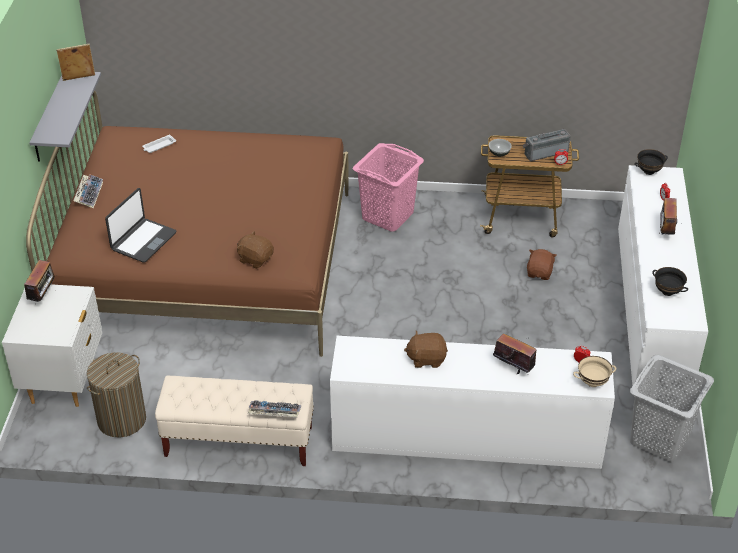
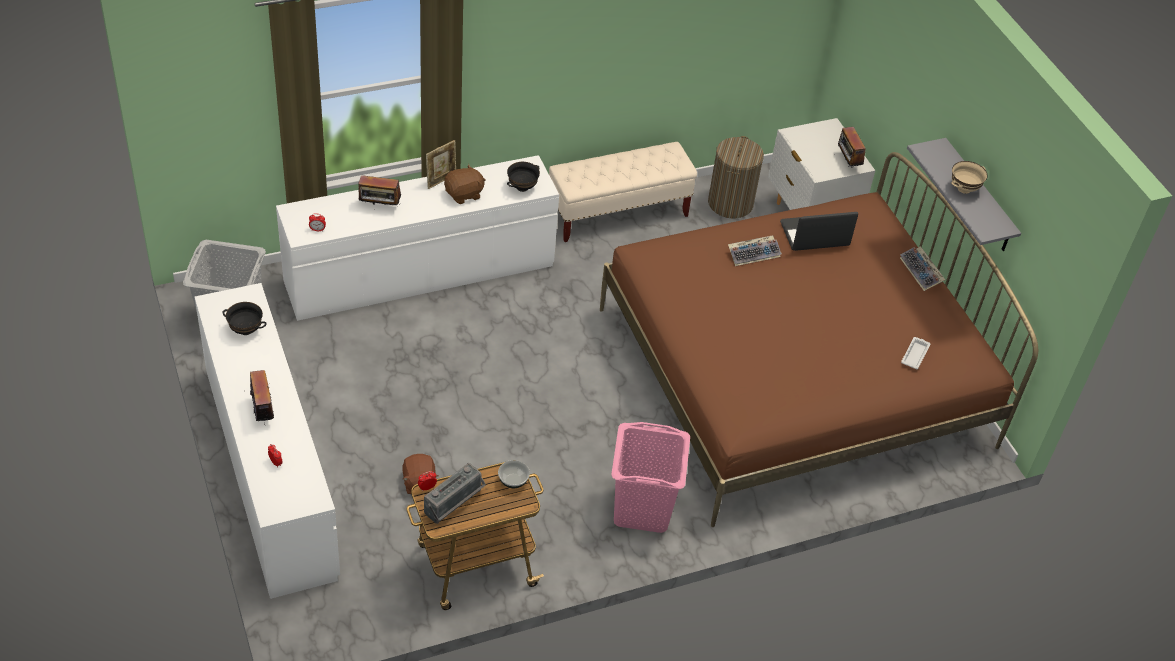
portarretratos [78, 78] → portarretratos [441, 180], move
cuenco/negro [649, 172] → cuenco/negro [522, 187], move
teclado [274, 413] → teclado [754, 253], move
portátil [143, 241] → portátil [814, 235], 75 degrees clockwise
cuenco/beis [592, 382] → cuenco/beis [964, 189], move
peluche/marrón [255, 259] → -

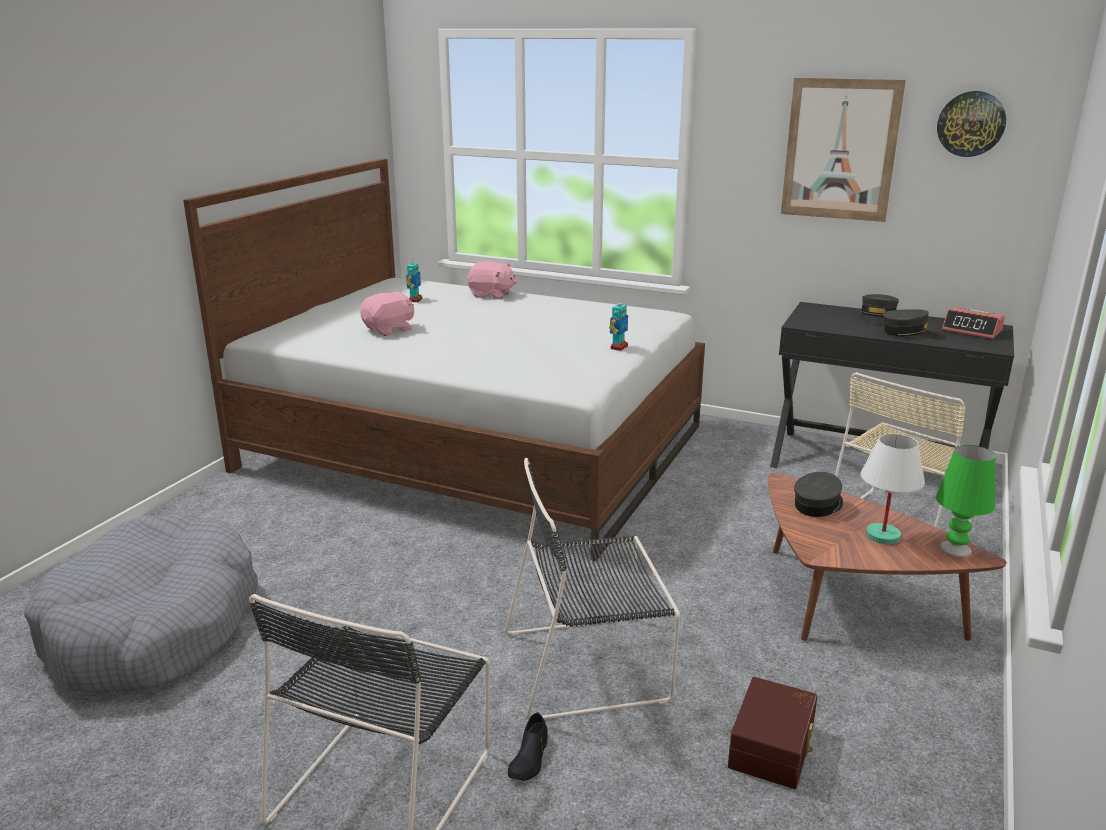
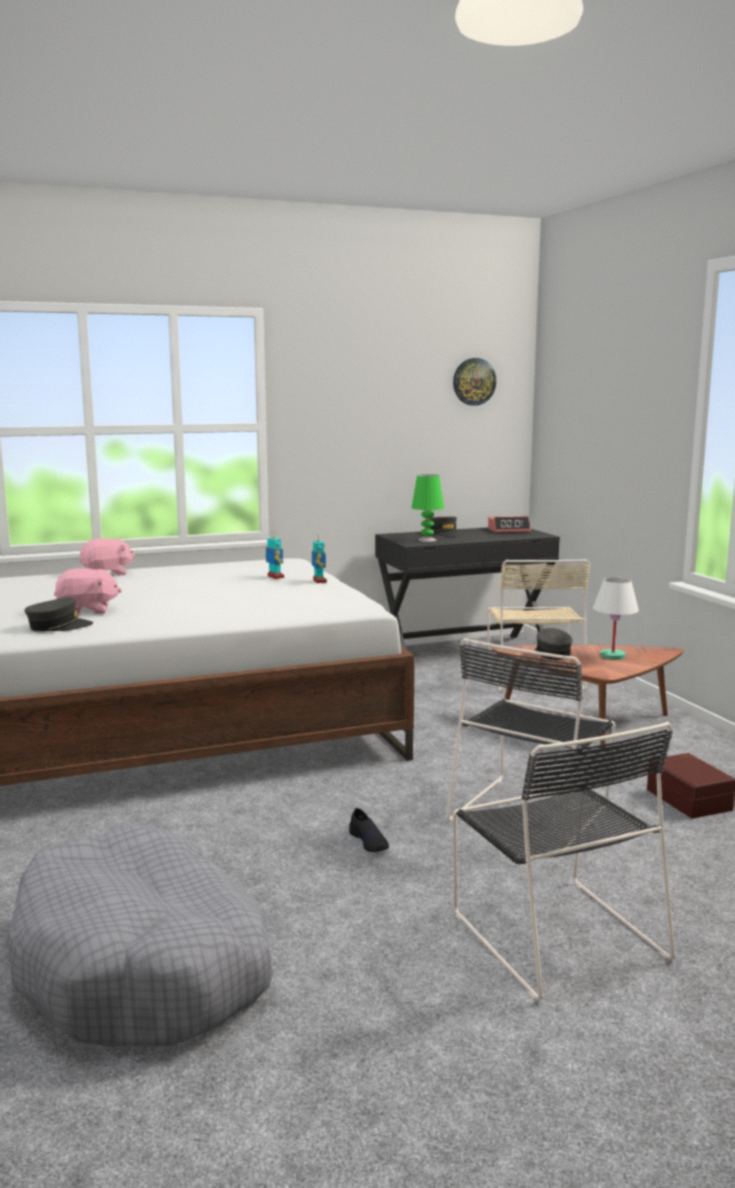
gorra/gris [908, 333] → gorra/gris [58, 626], move
peluche/rosa [389, 330] → peluche/rosa [87, 611], 75 degrees clockwise
robot de juguete [415, 300] → robot de juguete [275, 577], move
zapato/negro [529, 758] → zapato/negro [369, 841], move
lámpara de mesa/verde [955, 549] → lámpara de mesa/verde [427, 540], move
cuadro [840, 150] → -

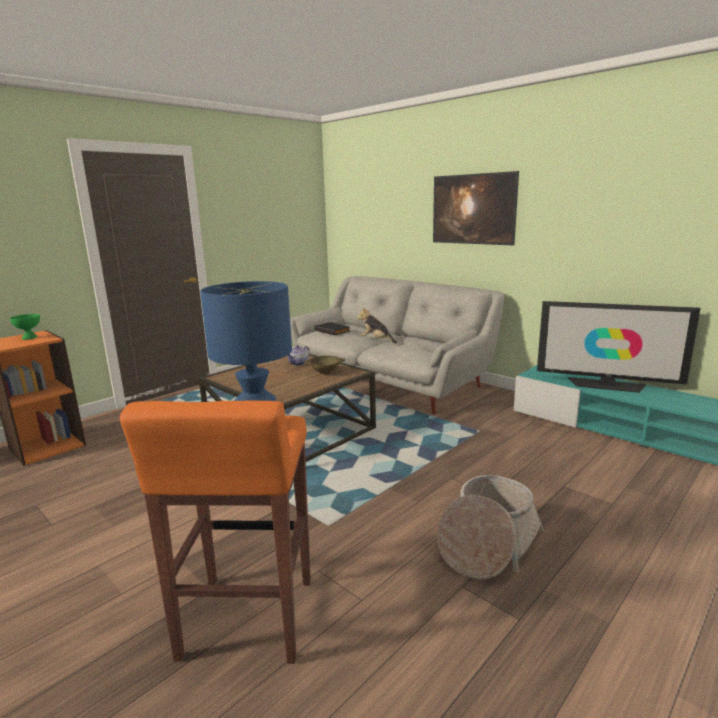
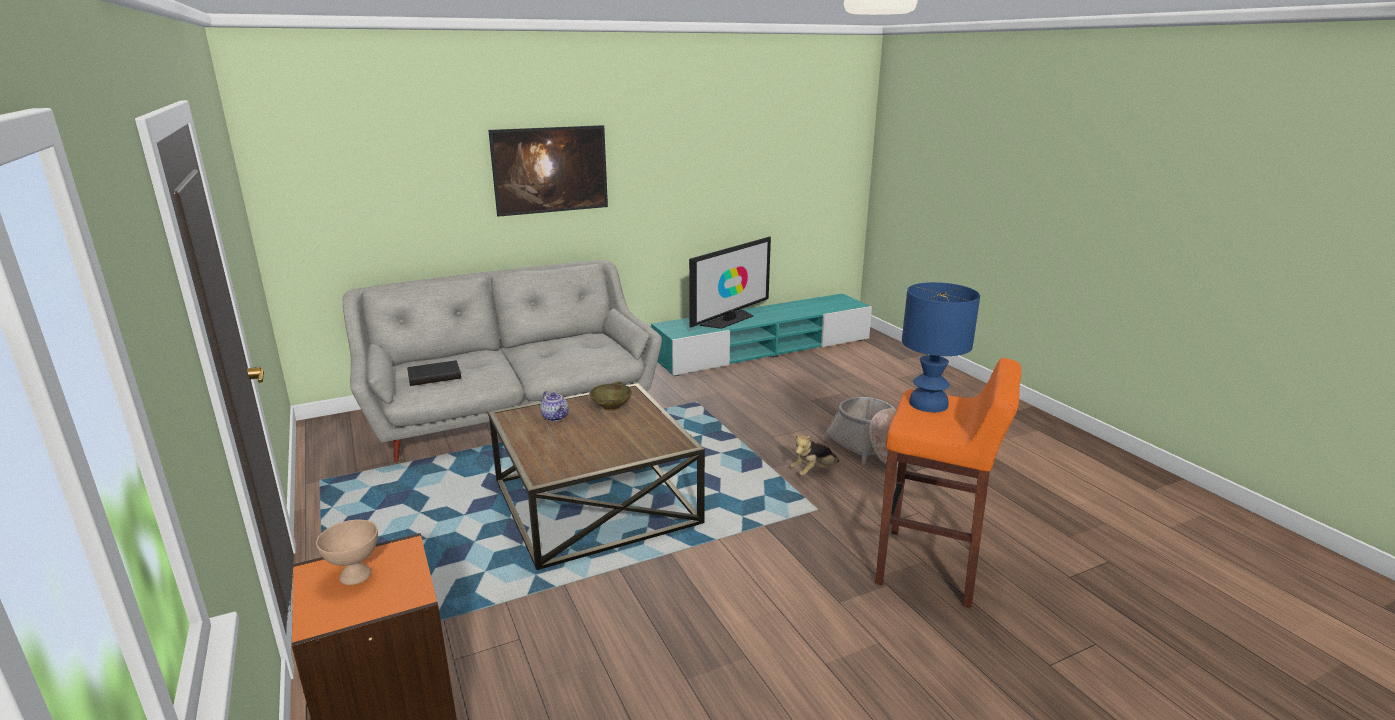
cuenco/verde [29, 337] → cuenco/beis [354, 575]
peluche [377, 340] → peluche [813, 471], move

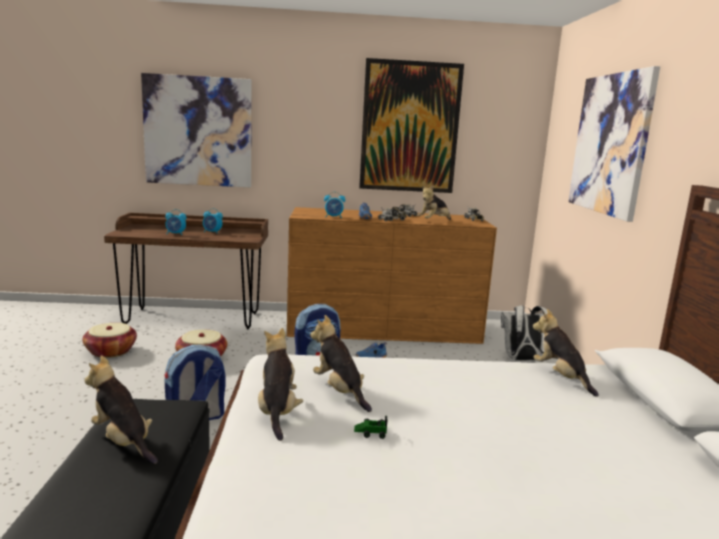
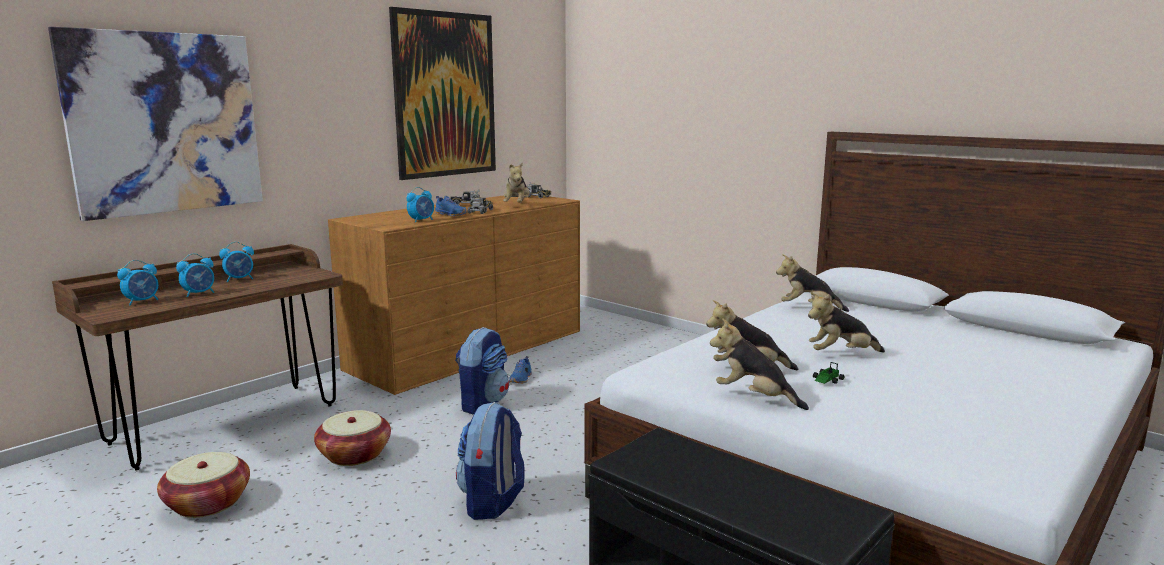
- → despertador [142, 301]
peluche [123, 441] → peluche [841, 354], move
mochila/blanco [521, 359] → -
cuadro [610, 144] → -

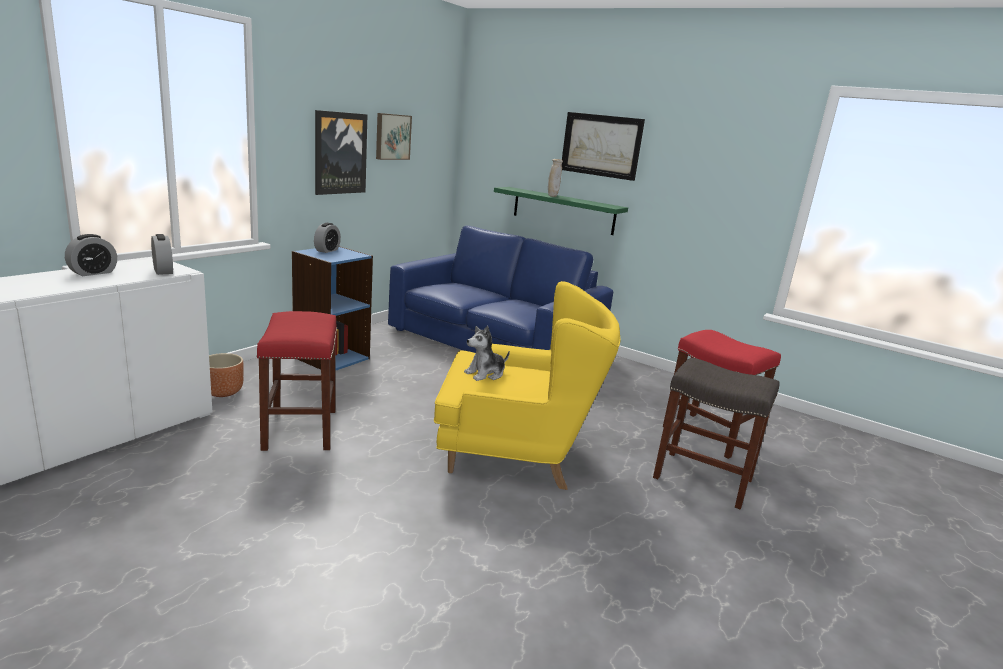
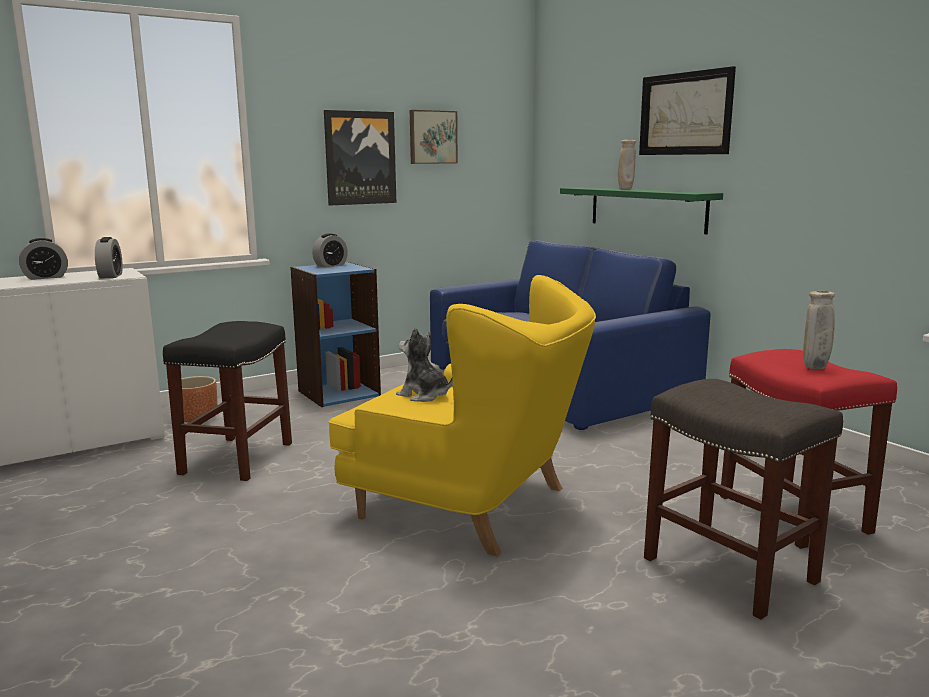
taburete/rojo [300, 428] → taburete/negro [237, 457]
peluche [485, 374] → peluche [424, 395], 45 degrees clockwise
- → florero/beis [815, 368]

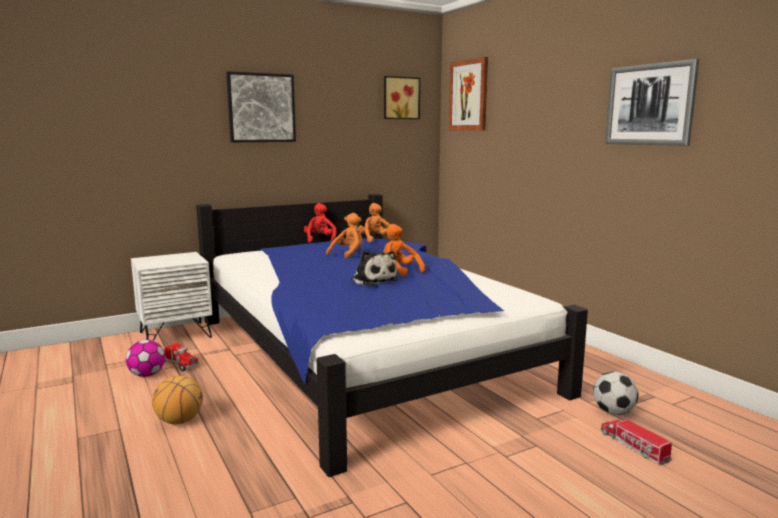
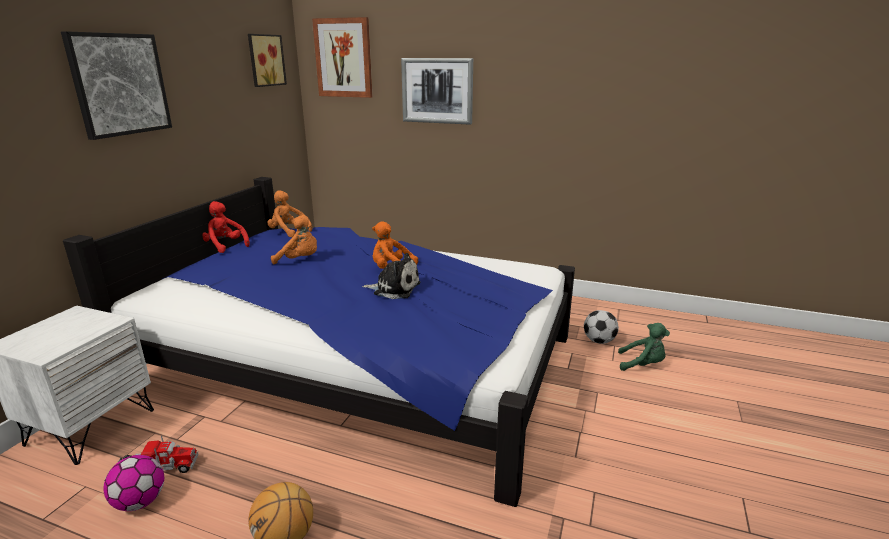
peluche/naranja [348, 255] → peluche/naranja [300, 260], 105 degrees clockwise
cuadro [649, 104] → cuadro [437, 91], move
camión de juguete [633, 447] → peluche/verde [642, 364]

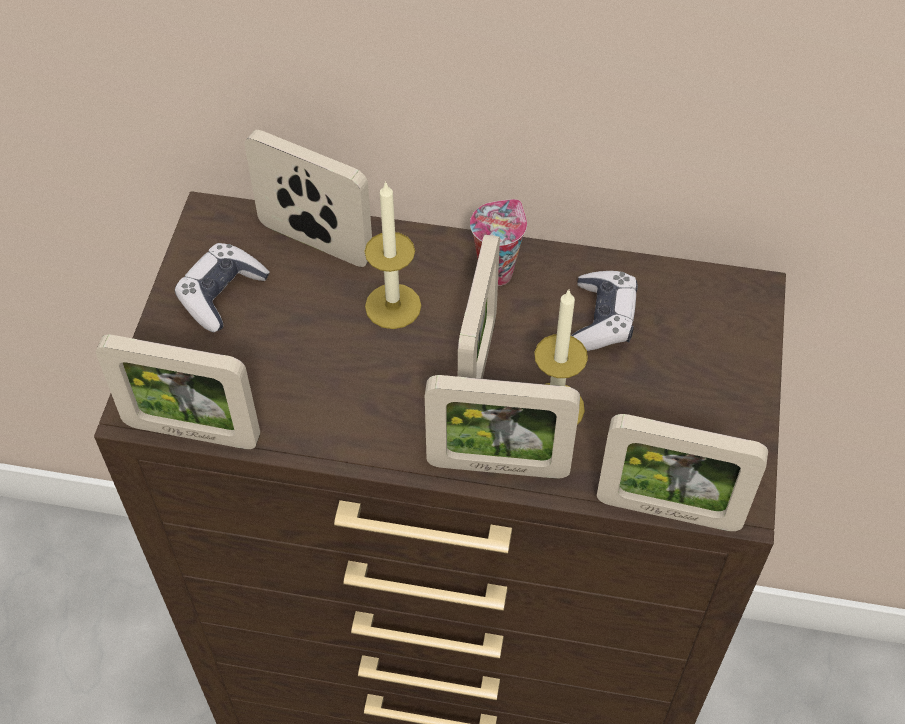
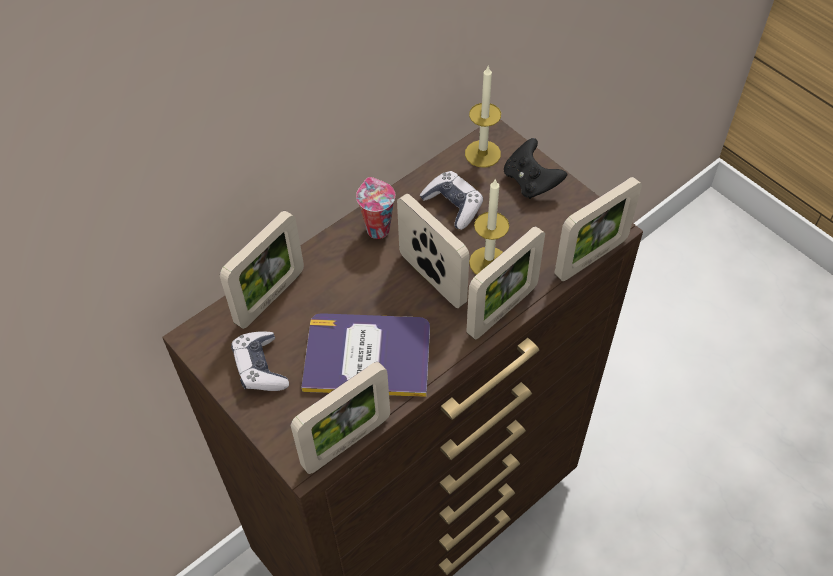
portarretratos [315, 242] → portarretratos [270, 297], 150 degrees clockwise
- → libro [367, 356]
vela [393, 306] → vela [482, 153], move
- → mando de consola/negro [531, 182]

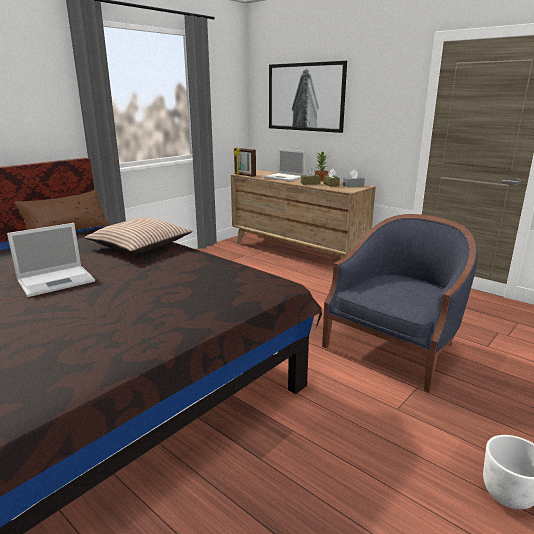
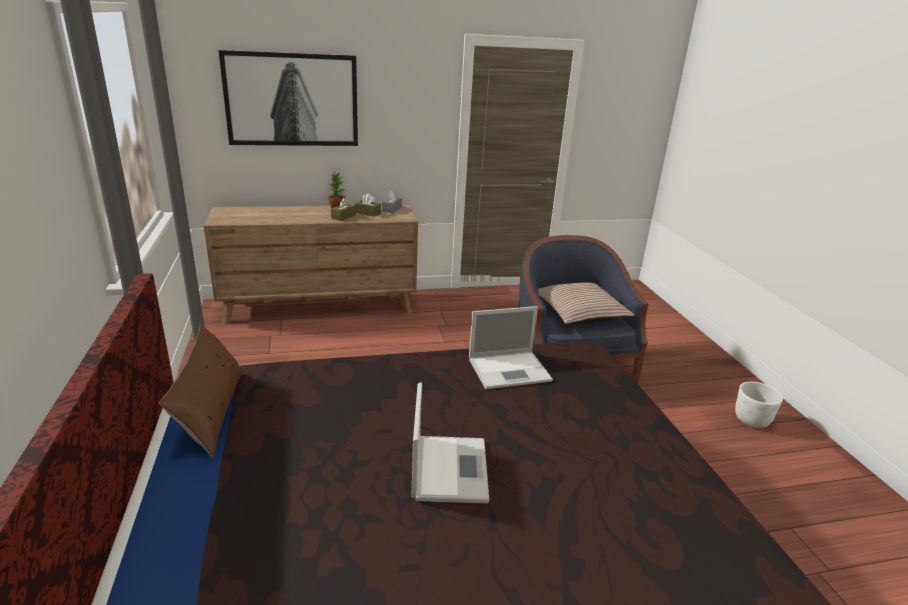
portátil [285, 177] → portátil [510, 369], move
cojín [140, 246] → cojín [579, 313], move
portarretratos [244, 175] → -

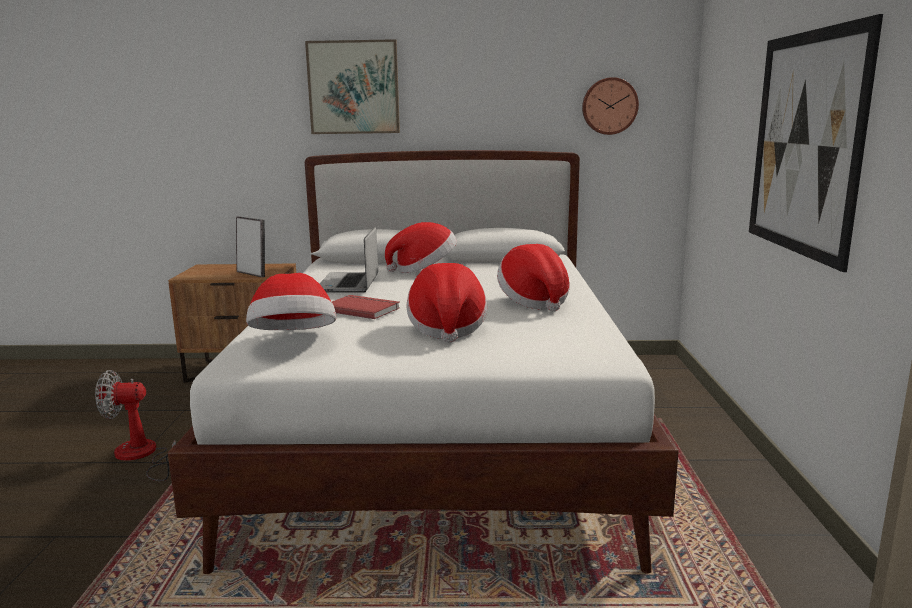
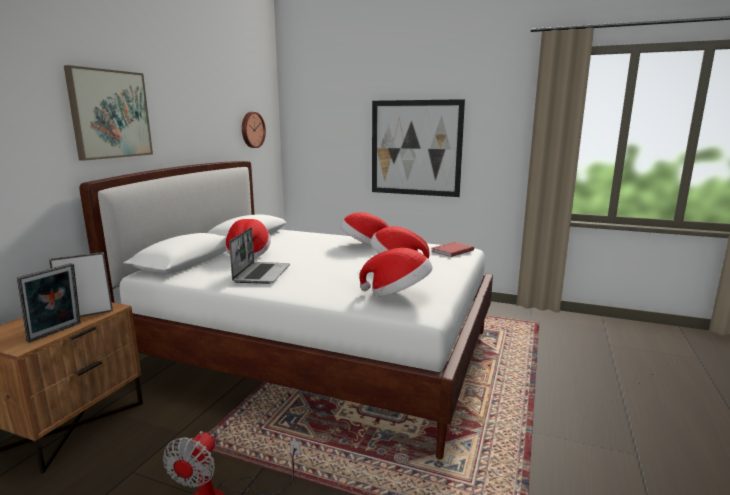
- → portarretratos [56, 332]
portátil [349, 284] → portátil [261, 274], 105 degrees counterclockwise
libro/rojo [362, 309] → libro/rojo [451, 250], move

